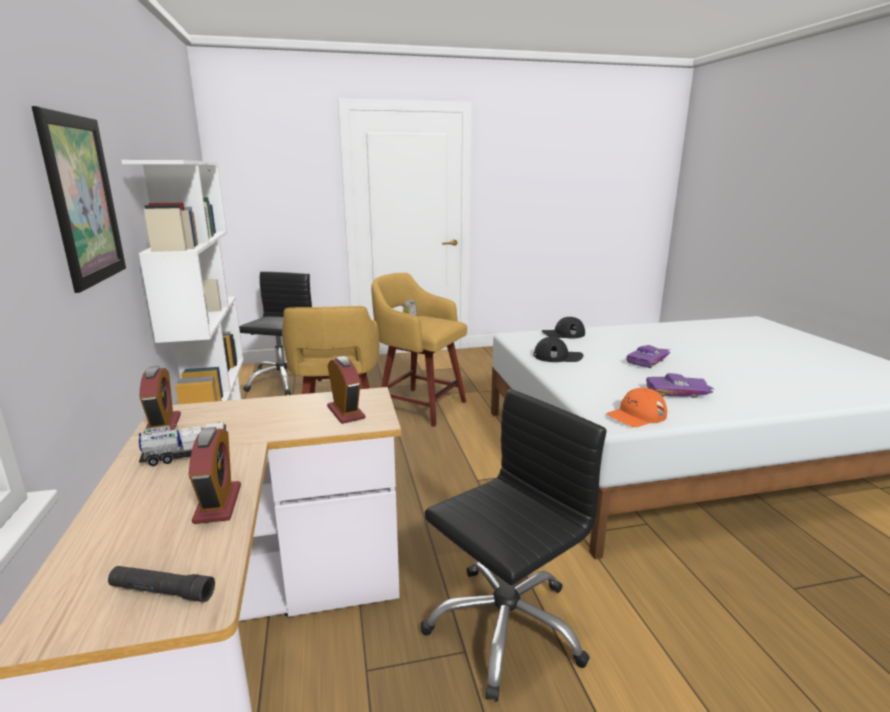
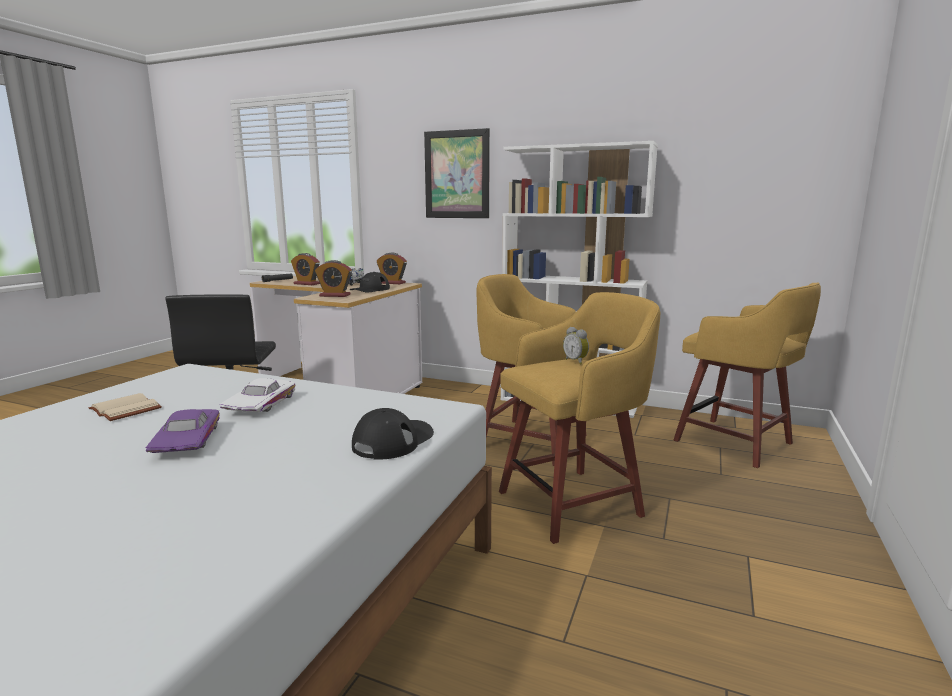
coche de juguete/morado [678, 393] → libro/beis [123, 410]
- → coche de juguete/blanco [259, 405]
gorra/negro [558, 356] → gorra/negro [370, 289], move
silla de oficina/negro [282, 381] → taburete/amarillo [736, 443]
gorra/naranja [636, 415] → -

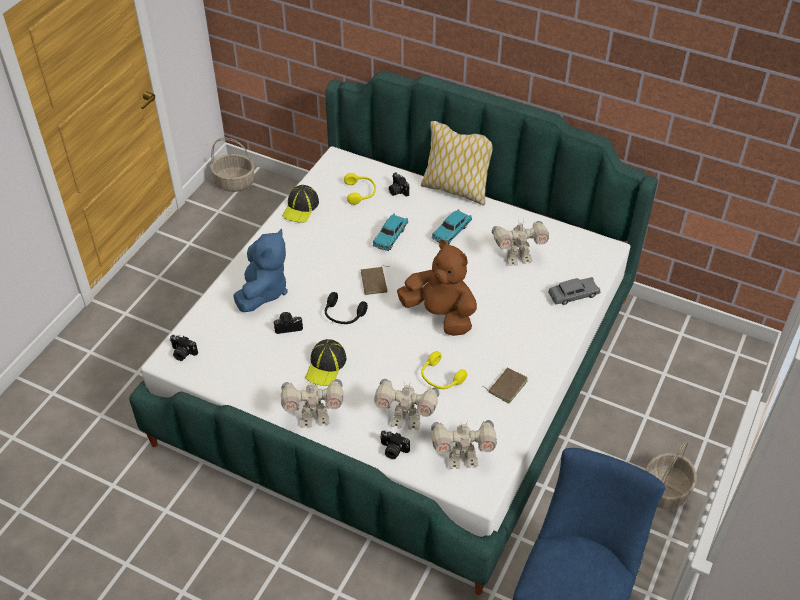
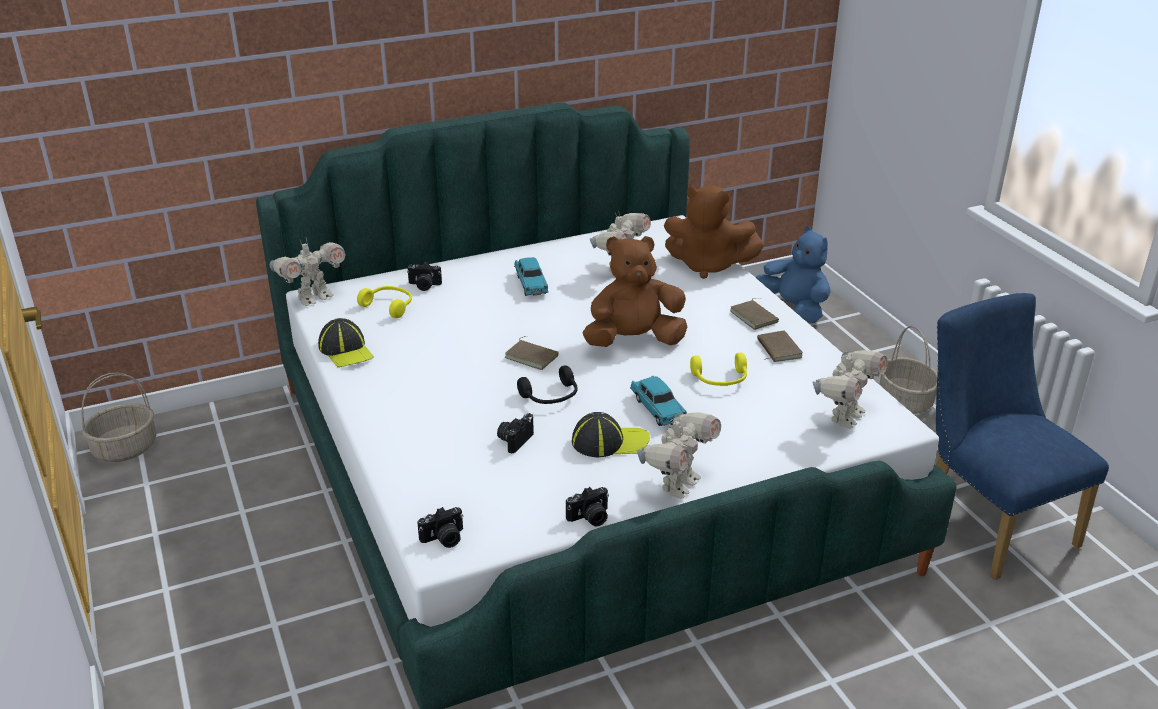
robot de juguete [406, 420] → robot de juguete [313, 298], move
cámara [393, 450] → cámara [590, 518], move
gorra [326, 366] → gorra [609, 441], 60 degrees counterclockwise
coche de juguete/turquesa [390, 237] → coche de juguete/turquesa [657, 409], move
coche de juguete/gris [573, 295] → peluche/marrón [708, 265]
- → libro/marrón [755, 317]
peluche/azul [263, 291] → peluche/azul [794, 308], move
cojín [455, 189] → -

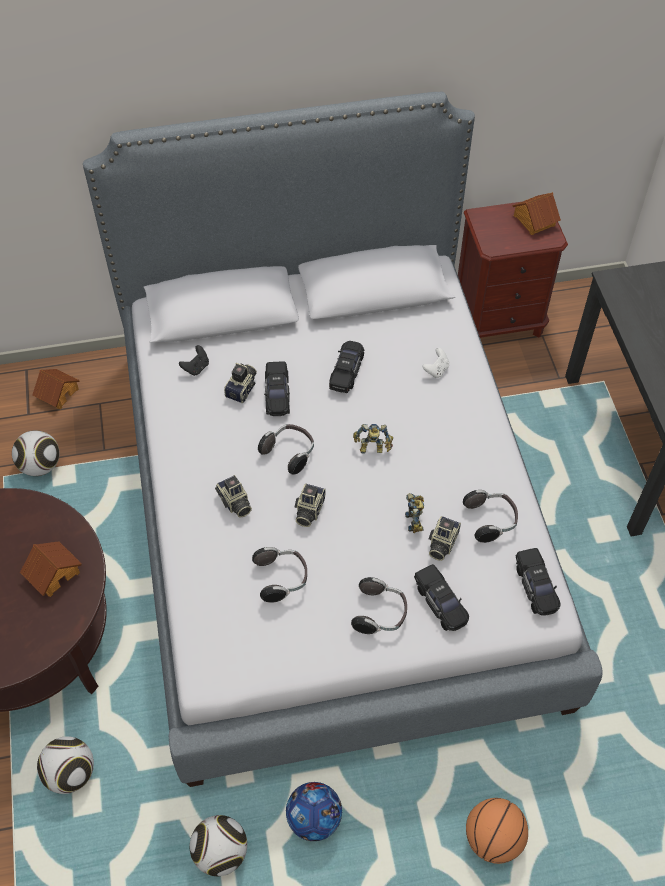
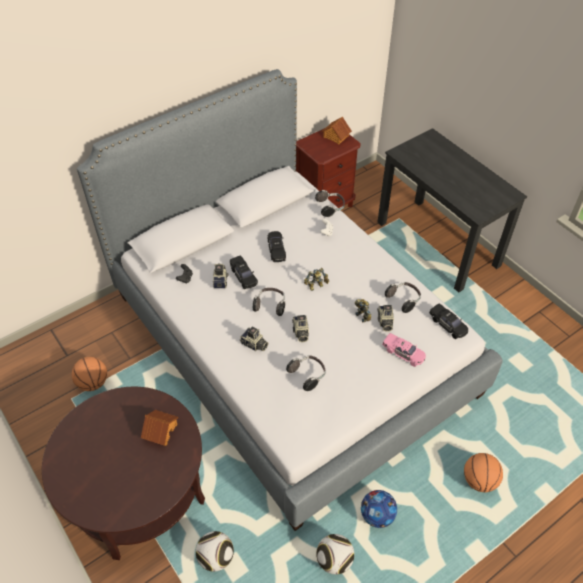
balón de fútbol [41, 465] → balón de baloncesto [93, 383]
auriculares [380, 613] → auriculares [330, 207], move
coche de juguete/negro [440, 603] → coche de juguete/rosa [403, 353]
casita [58, 393] → -

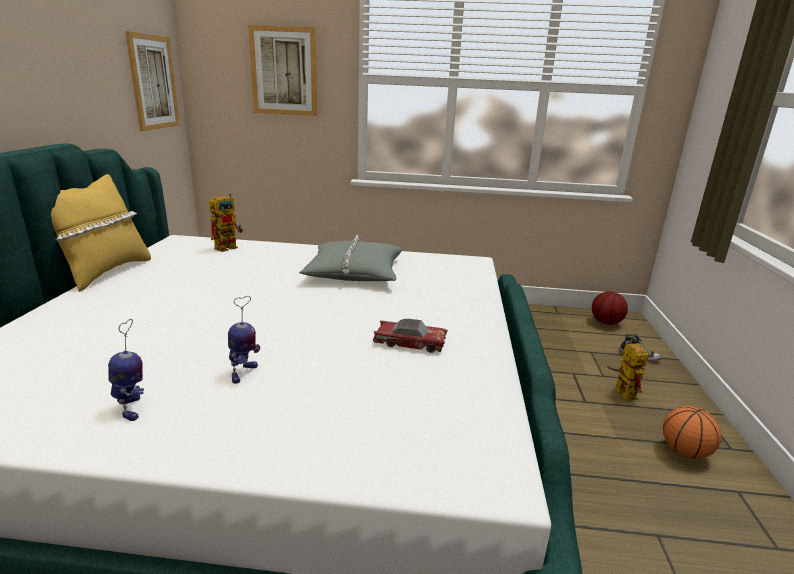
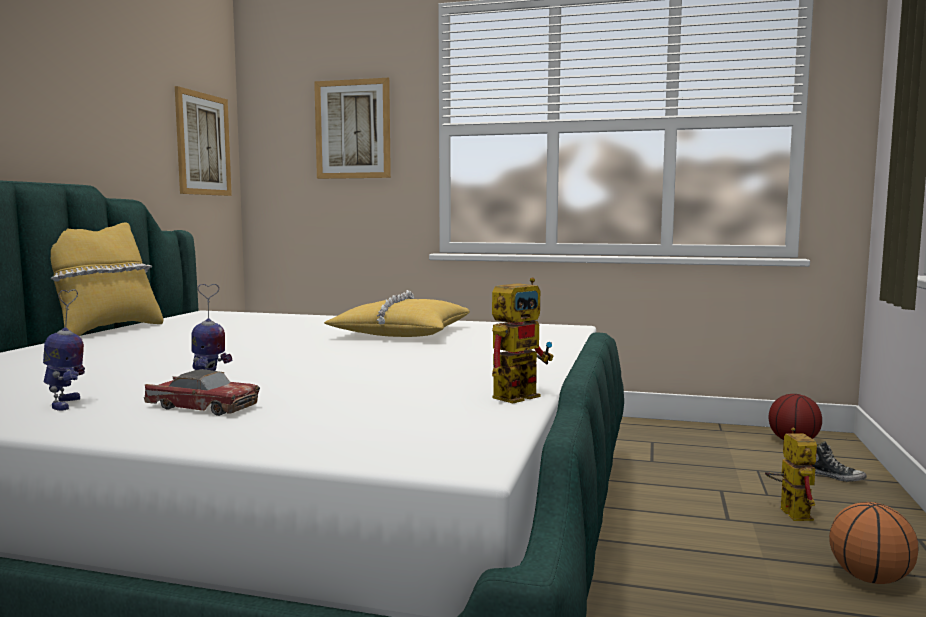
coche de juguete [410, 343] → coche de juguete [202, 407], move
cojín/gris [354, 272] → cojín/amarillo [401, 333]
robot de juguete [229, 247] → robot de juguete [520, 394], move

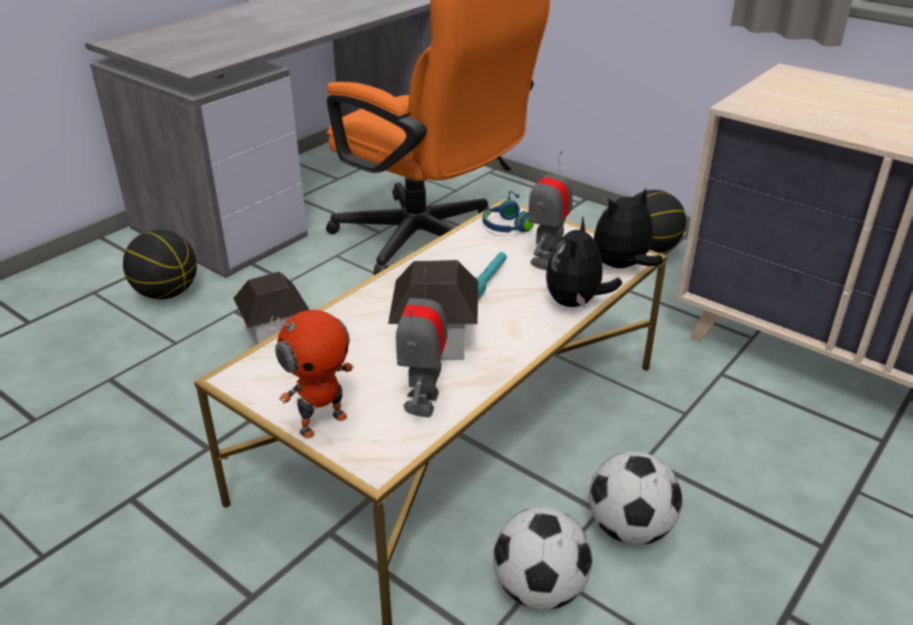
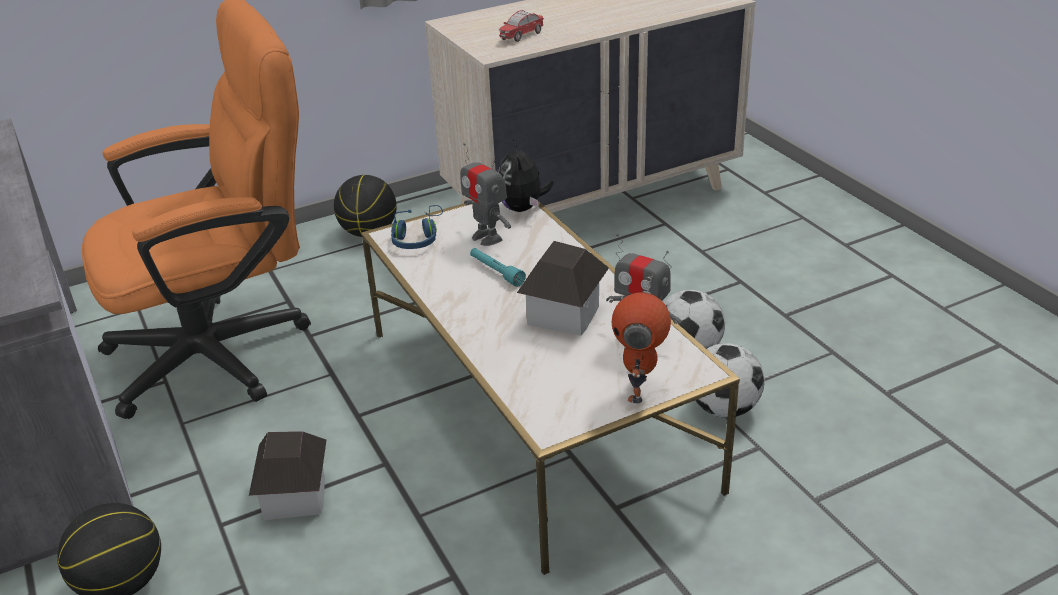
- → coche de juguete [522, 36]
robot de juguete [322, 422] → robot de juguete [640, 389], 150 degrees counterclockwise
peluche [576, 303] → -

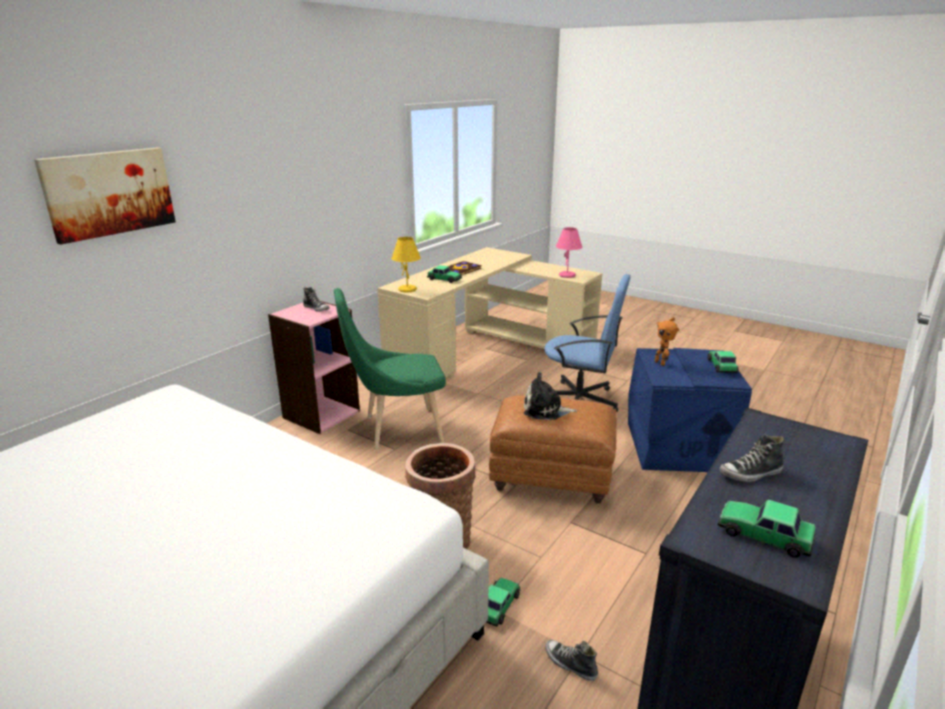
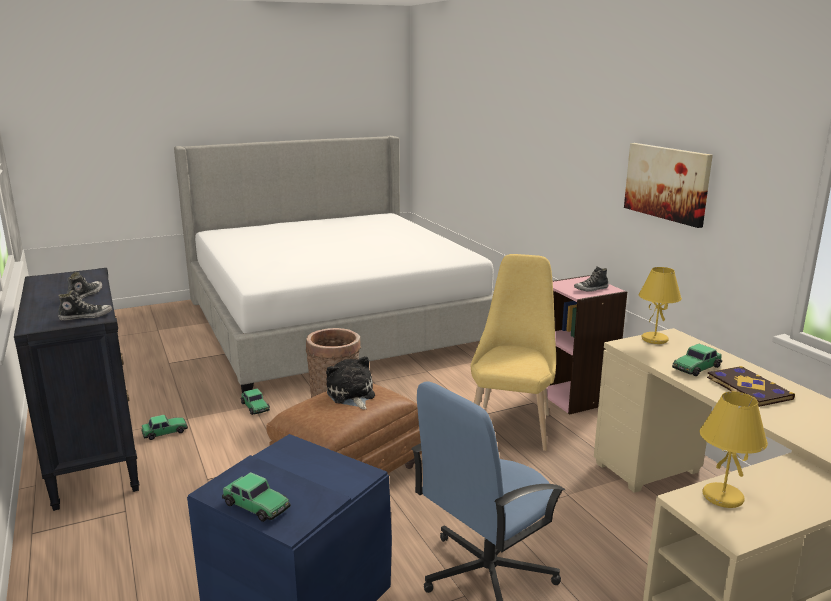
zapato [570, 664] → zapato [86, 316], move
coche de juguete [763, 535] → coche de juguete [165, 432], move
peluche [545, 410] → peluche [351, 395], 60 degrees counterclockwise
silla/verde [397, 430] → silla/amarillo [512, 424]
cuadro [109, 193] → cuadro [667, 183], move
lámpara de mesa/rosa [567, 275] → lámpara de mesa/amarillo [721, 497]
robot de juguete [661, 363] → -

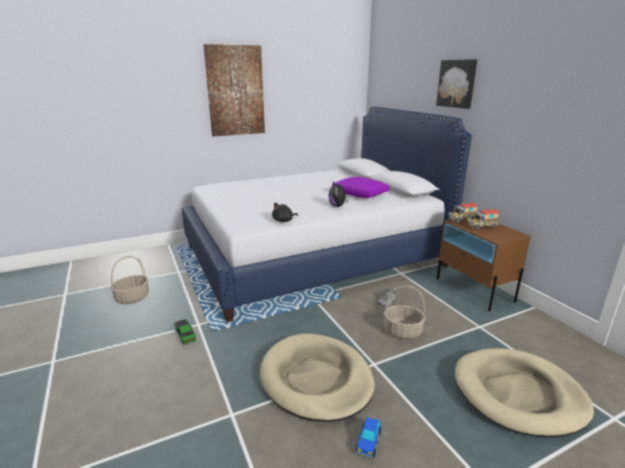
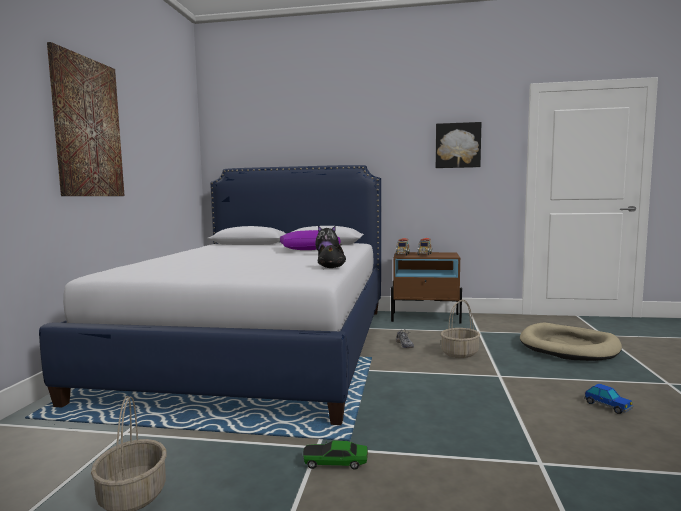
cuadro [457, 83] → cuadro [457, 145], move
cama para perro/beis [316, 379] → -

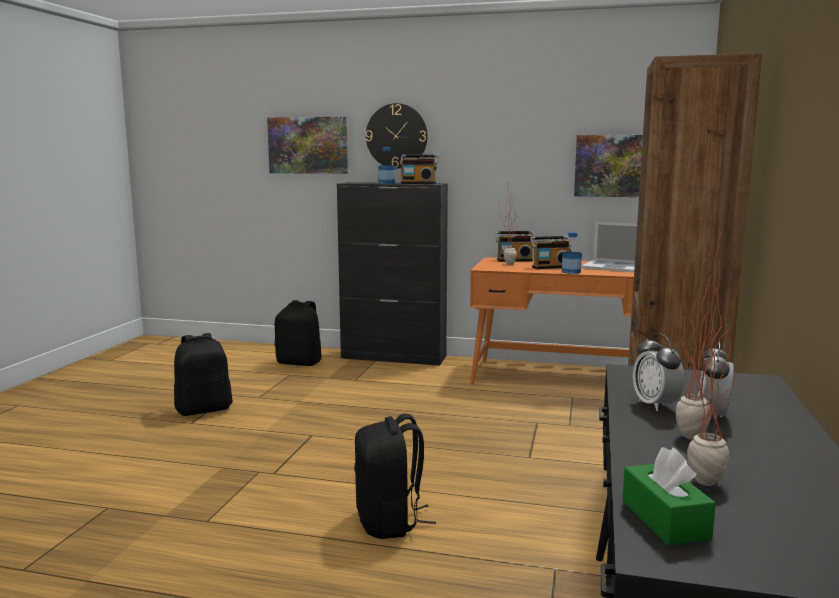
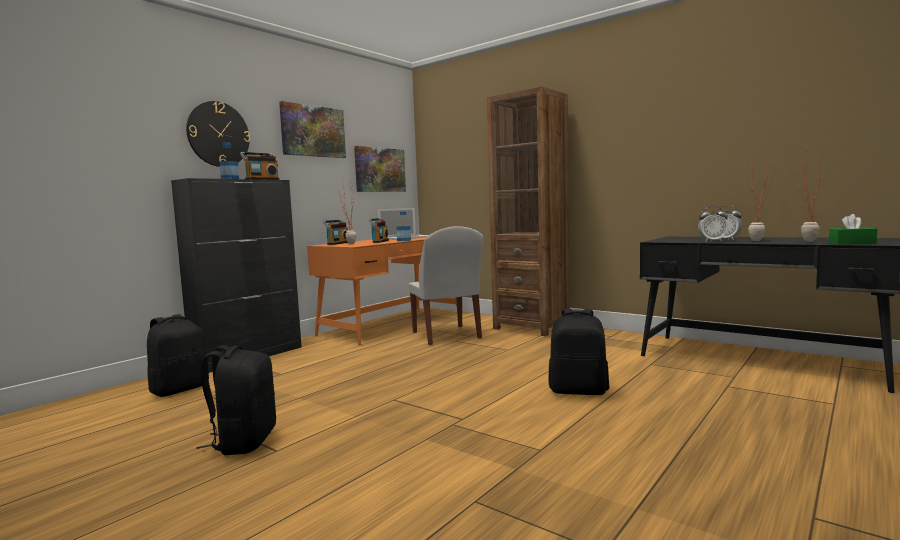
cuadro [308, 145] → cuadro [313, 131], move
- → silla/blanco [446, 336]

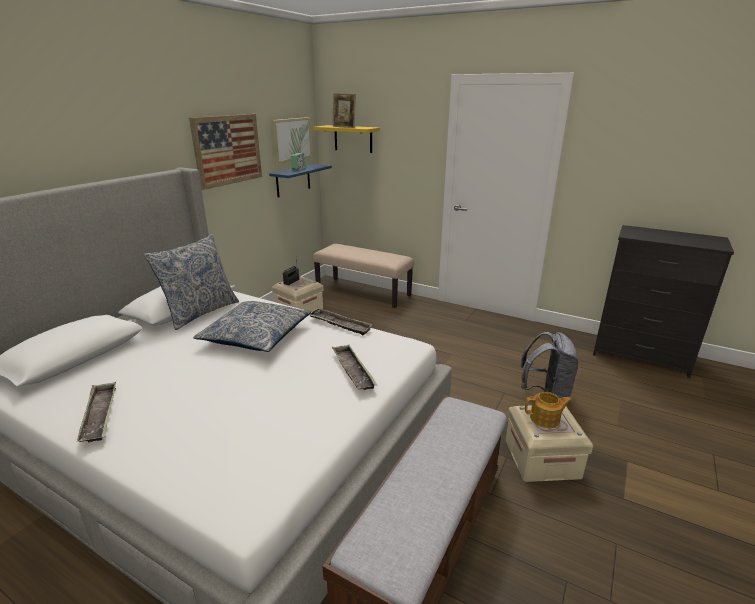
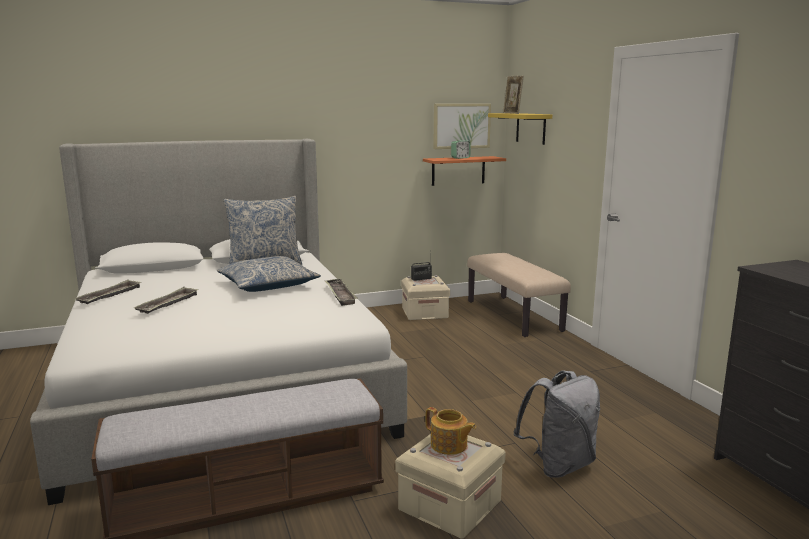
bandeja [353, 370] → bandeja [168, 304], move
estante/azul [293, 180] → estante/naranja [458, 170]
cuadro [228, 150] → -

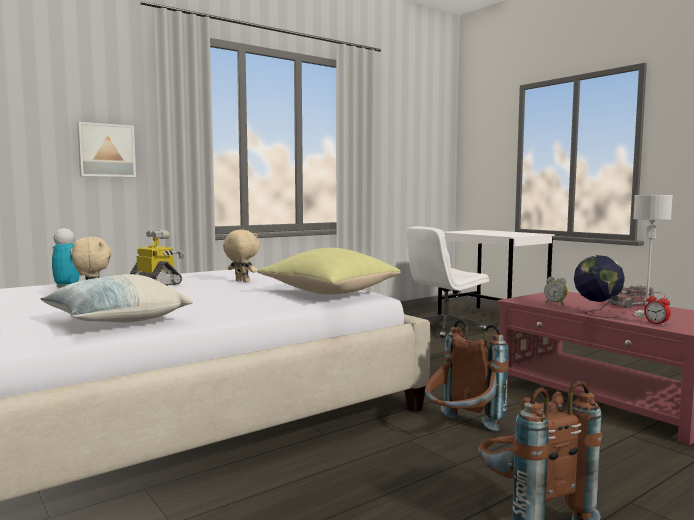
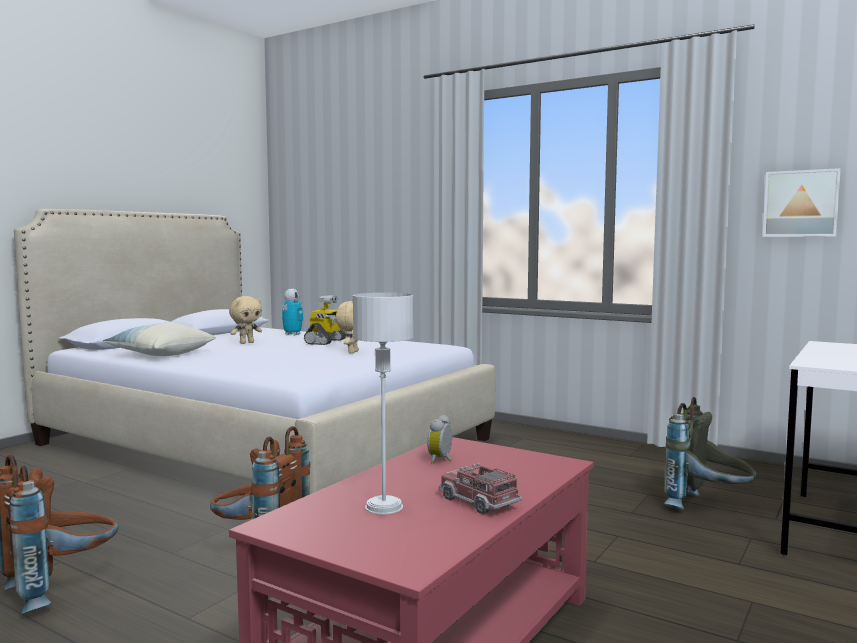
silla de oficina/blanco [444, 329] → mochila/gris [708, 508]
cuadro [106, 150] → cuadro [801, 203], move
cojín/amarillo [327, 293] → -
globo terráqueo [596, 314] → -
despertador [656, 323] → -

